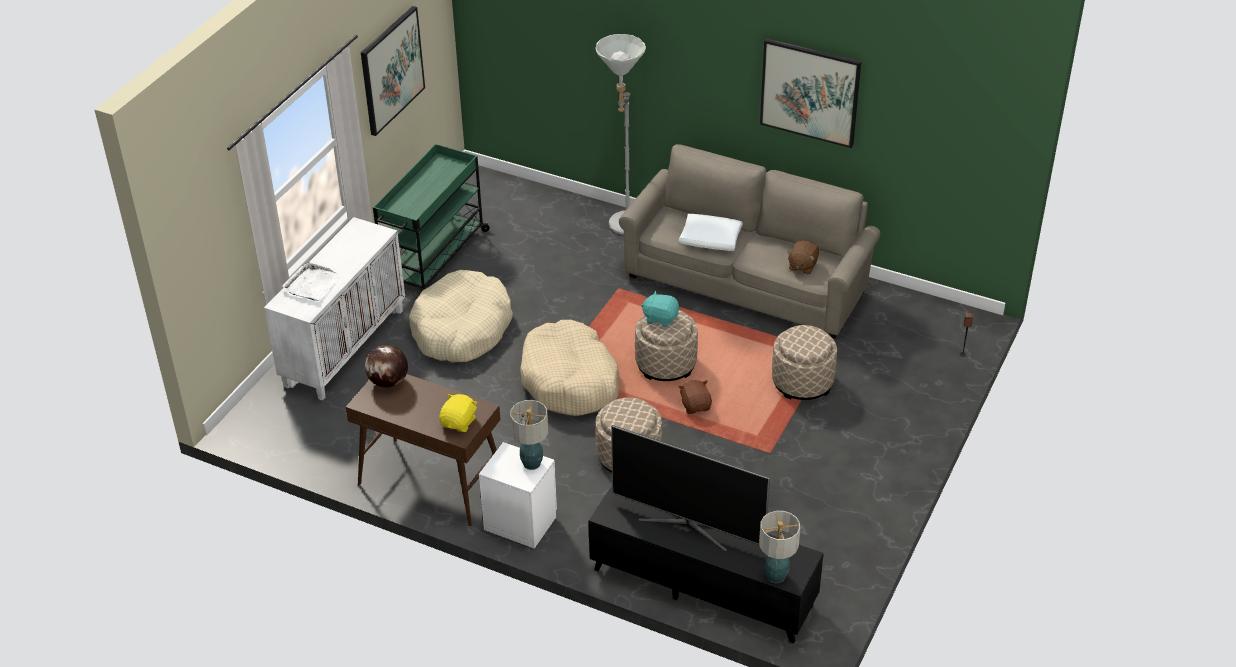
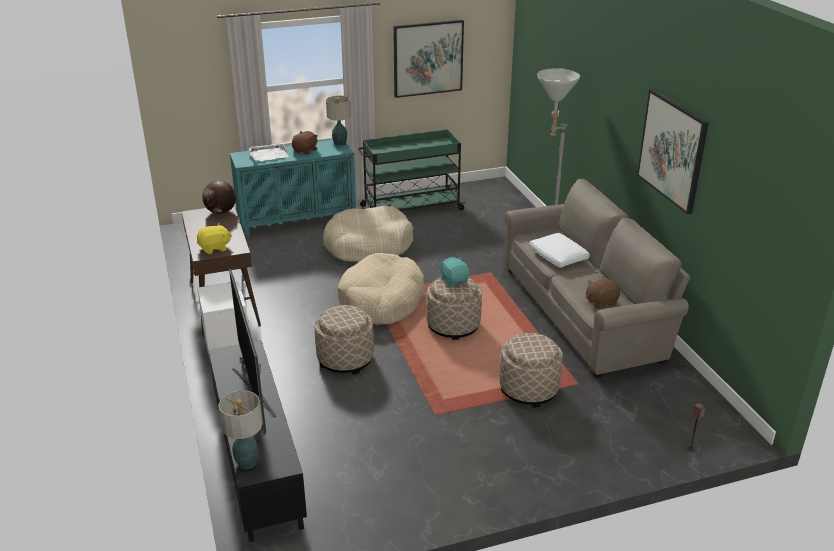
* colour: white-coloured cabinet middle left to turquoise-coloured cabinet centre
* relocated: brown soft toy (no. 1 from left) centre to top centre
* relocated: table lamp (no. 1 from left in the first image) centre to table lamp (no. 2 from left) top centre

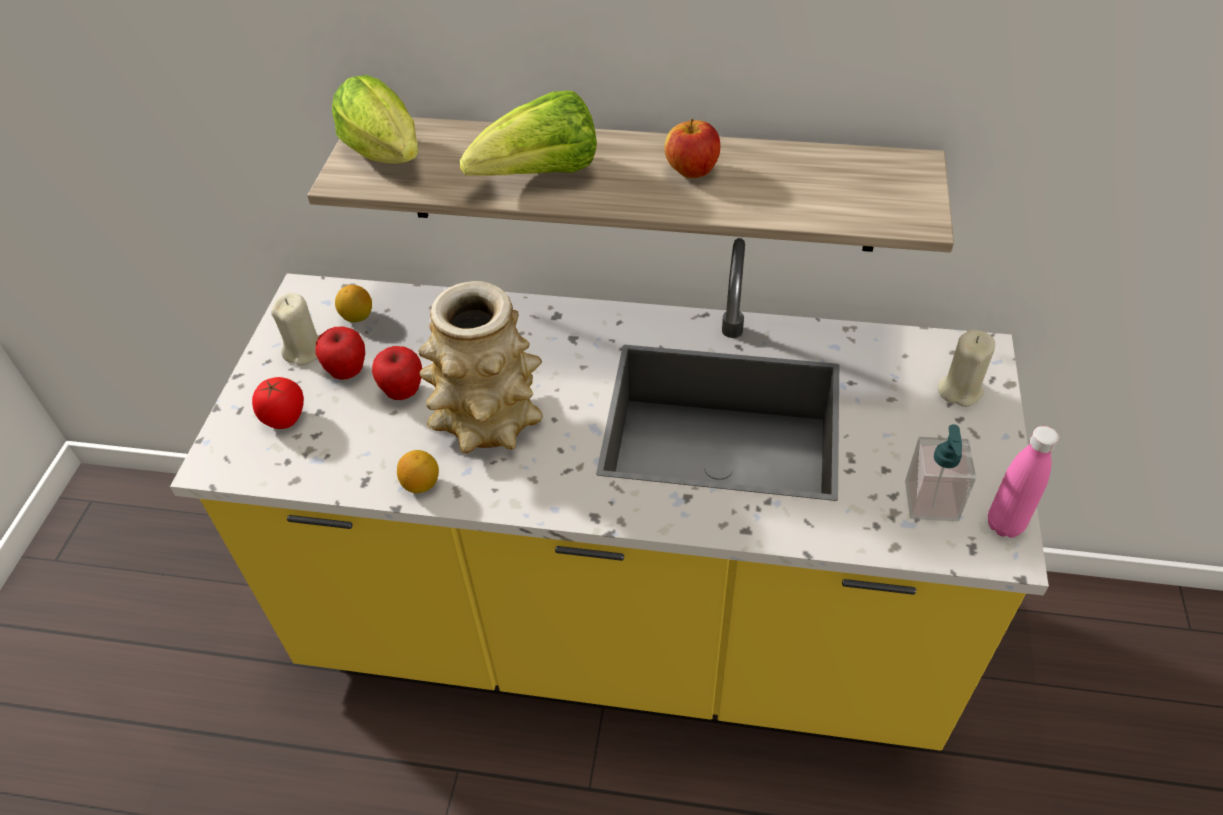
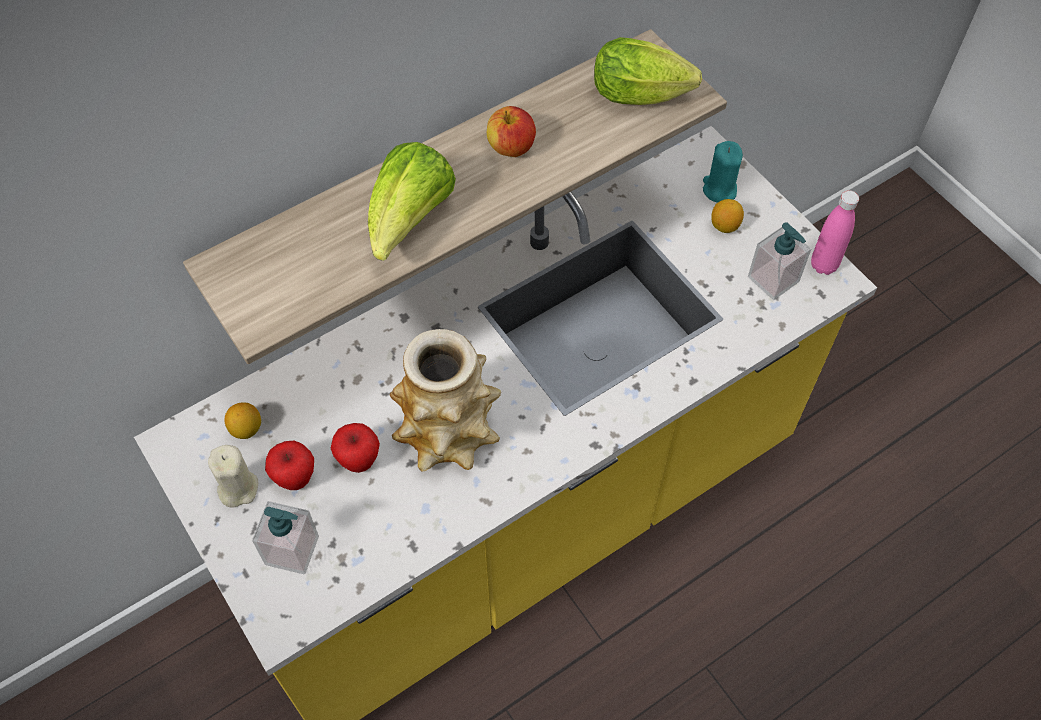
* relocated: lettuce (no. 1 from left in the first image) top left to lettuce (no. 2 from left) top centre
* colour: beige wax light (no. 2 from left) middle right to turquoise-coloured wax light top right
* exchanged: fresh tomato middle left to liquid soap bottle (no. 1 from left) bottom left
* relocated: whole lemon (no. 2 from left) centre to top right

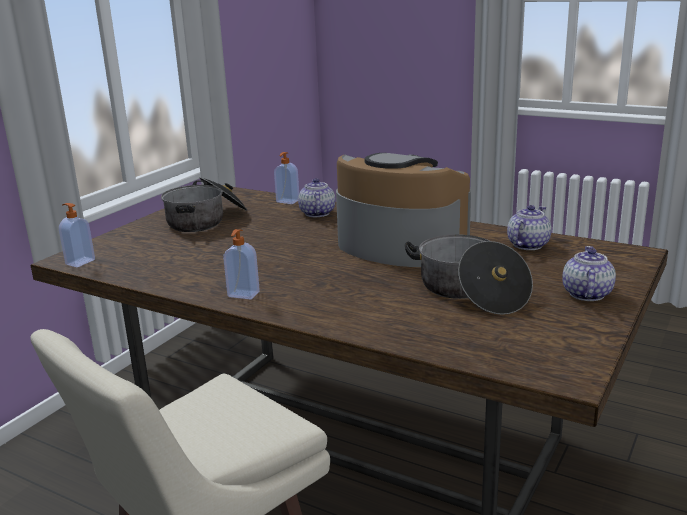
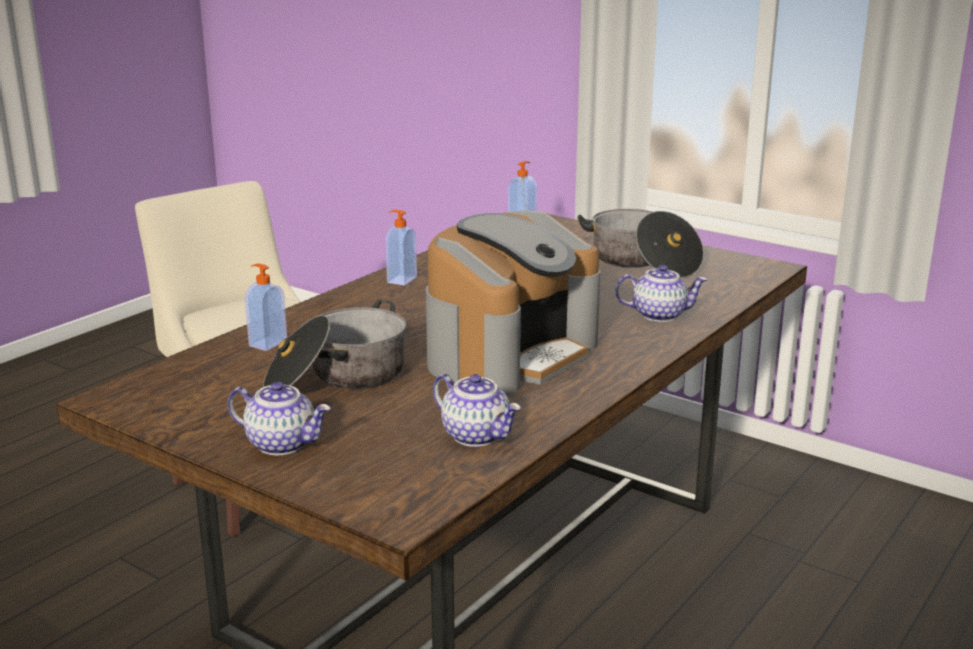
* relocated: liquid soap bottle (no. 3 from left in the first image) centre to liquid soap bottle (no. 1 from left) middle left

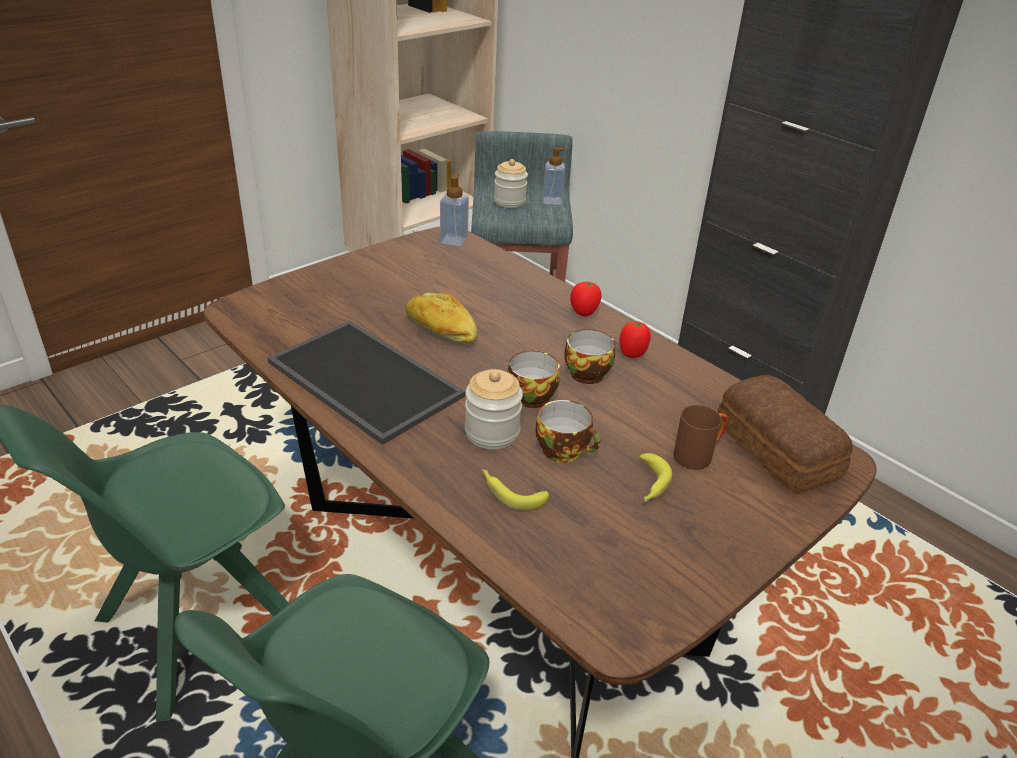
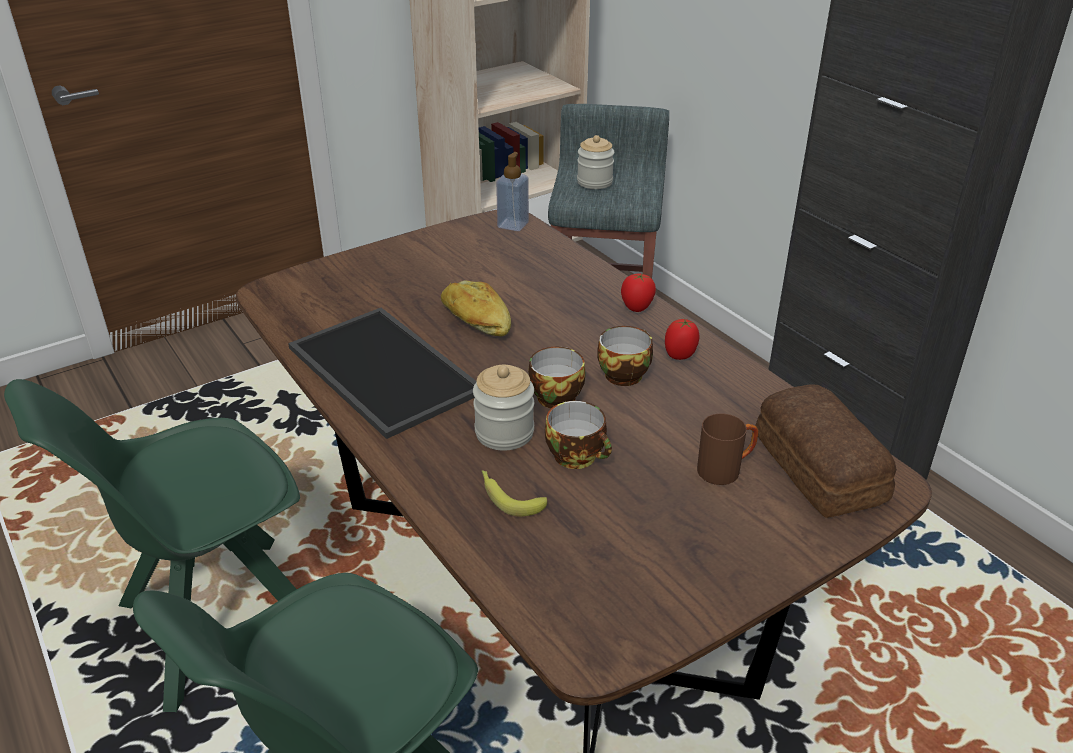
* missing: liquid soap bottle (no. 2 from left) top centre
* missing: whole banana (no. 2 from left) centre

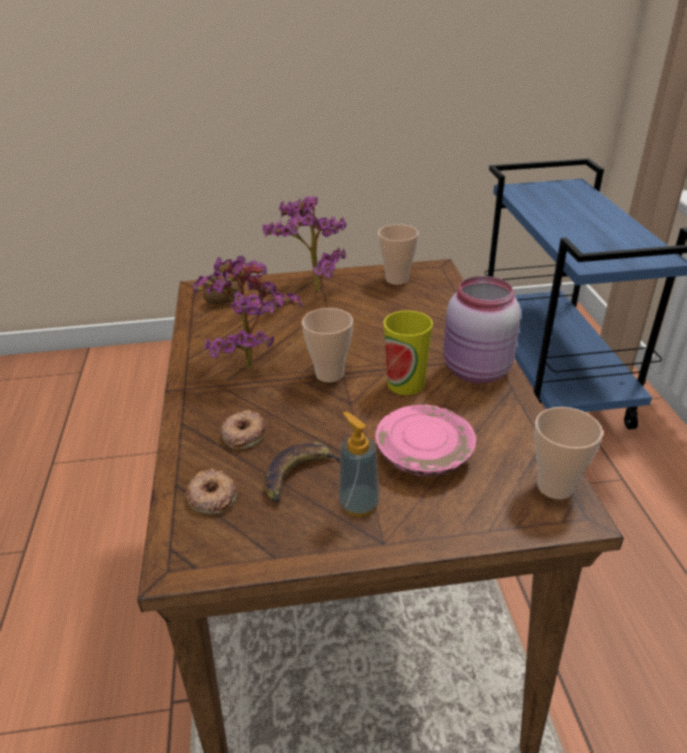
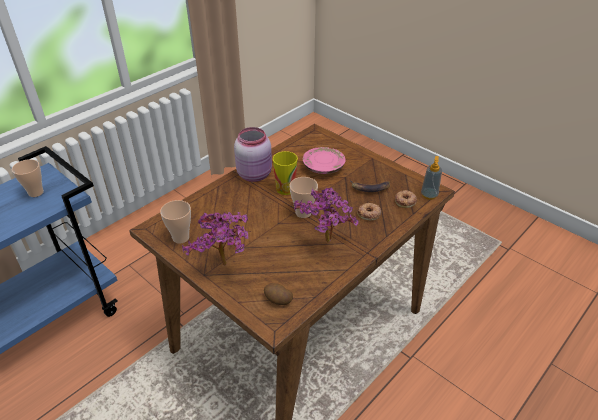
* relocated: cup (no. 4 from left in the first image) middle right to cup (no. 1 from left) middle left
* relocated: liquid soap bottle centre to middle right

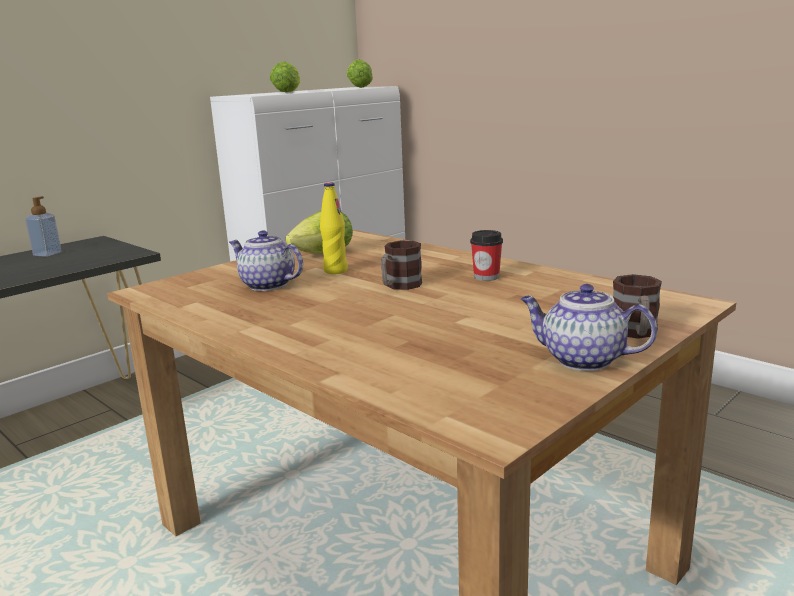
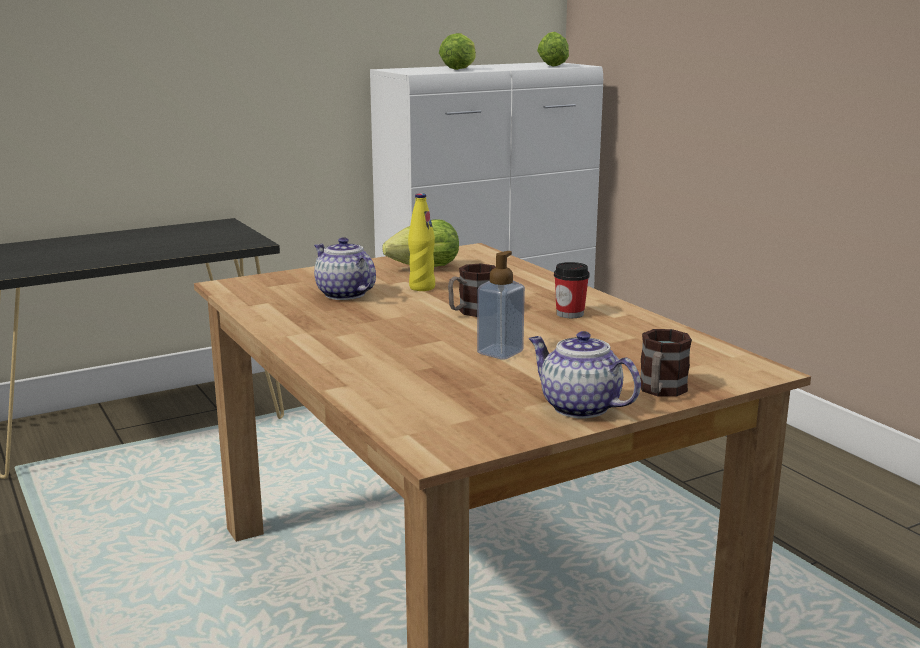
* relocated: liquid soap bottle middle left to centre

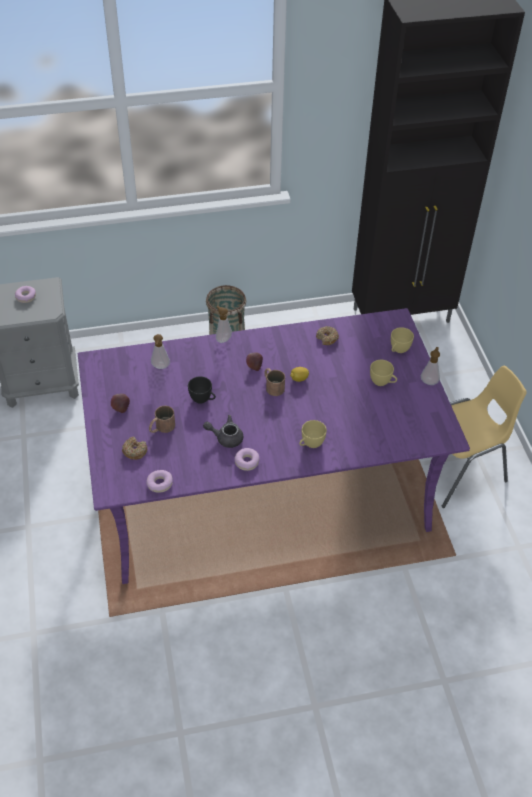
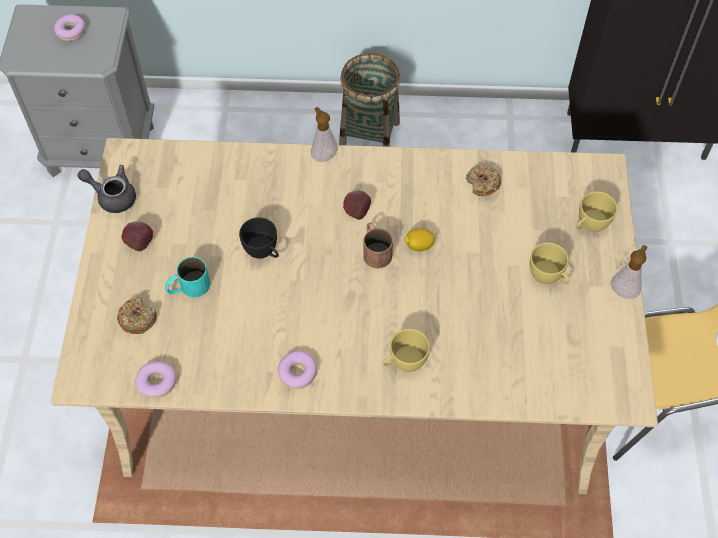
* colour: purple kitchen table centre to beige kitchen table centre
* missing: liquid soap bottle (no. 1 from left) middle left
* colour: brown mug (no. 1 from left) middle left to turquoise-coloured mug middle left
* relocated: greyish pot for tea centre to middle left

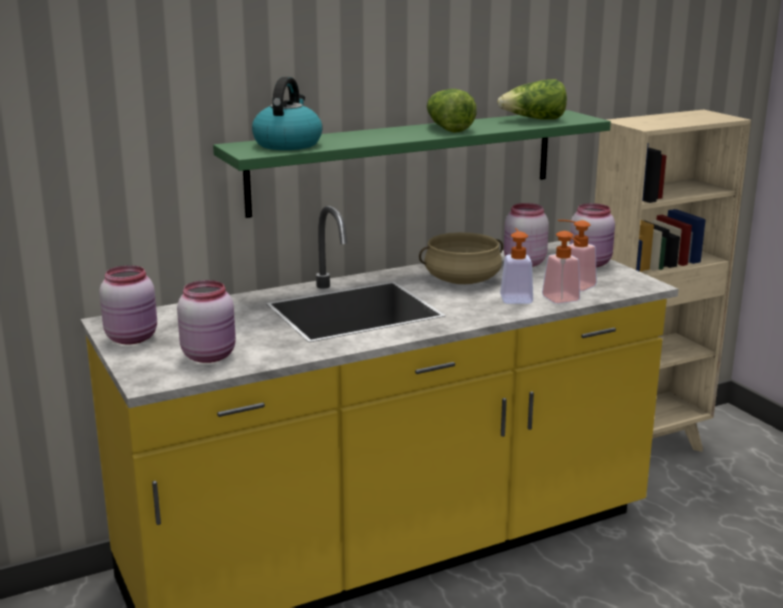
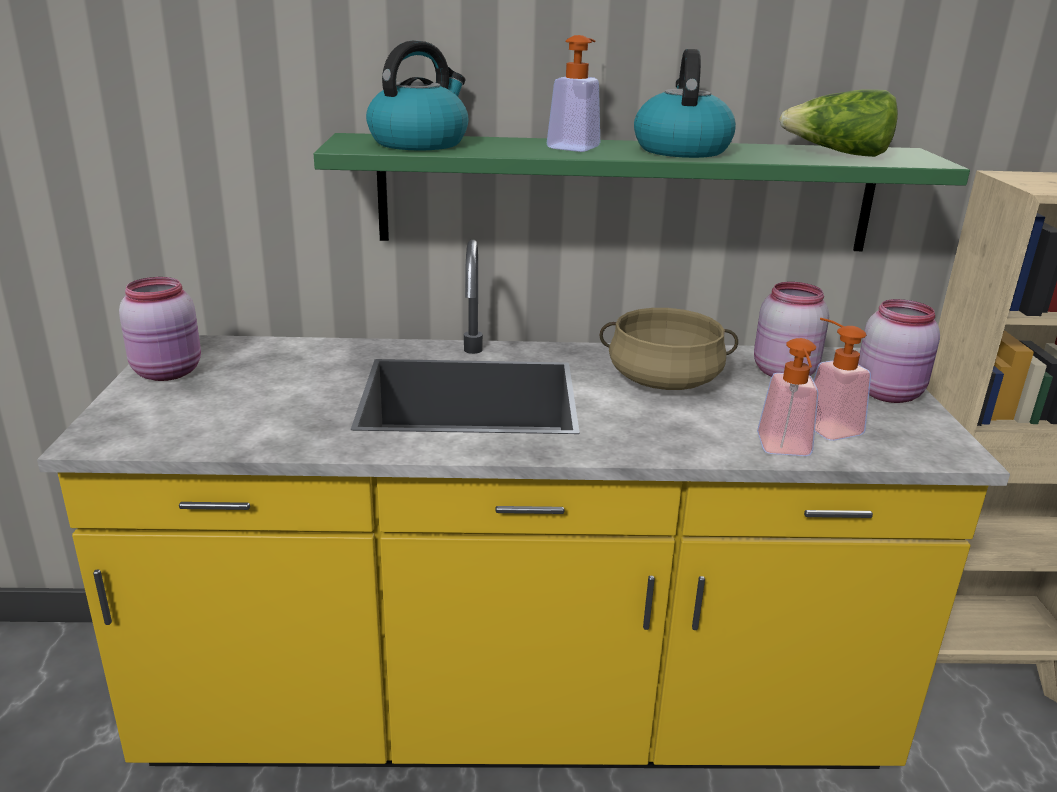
* exchanged: lettuce (no. 1 from left) top centre to water kettle (no. 2 from left) top centre
* relocated: liquid soap bottle (no. 1 from left) centre to top centre
* missing: pink jar (no. 2 from left) middle left

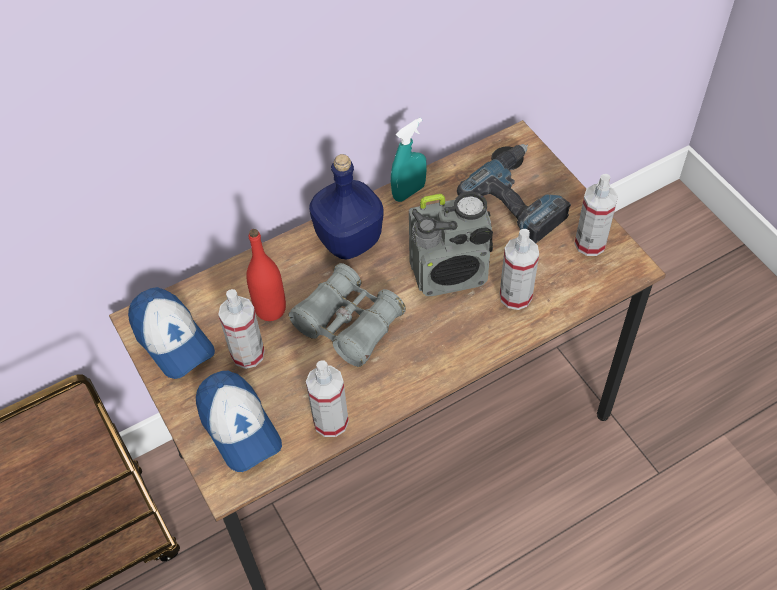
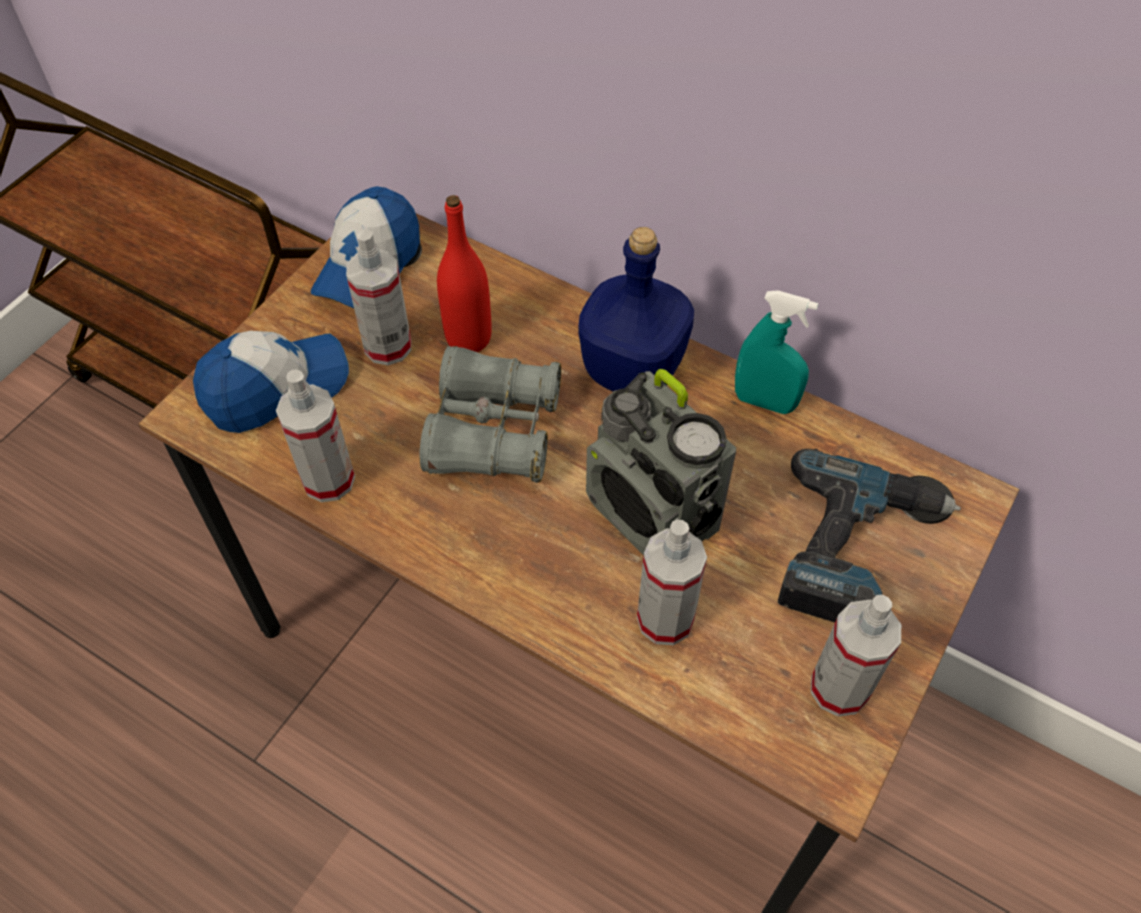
* spun: cap (no. 2 from left in the first image) bottom left = middle left 150 degrees counterclockwise

